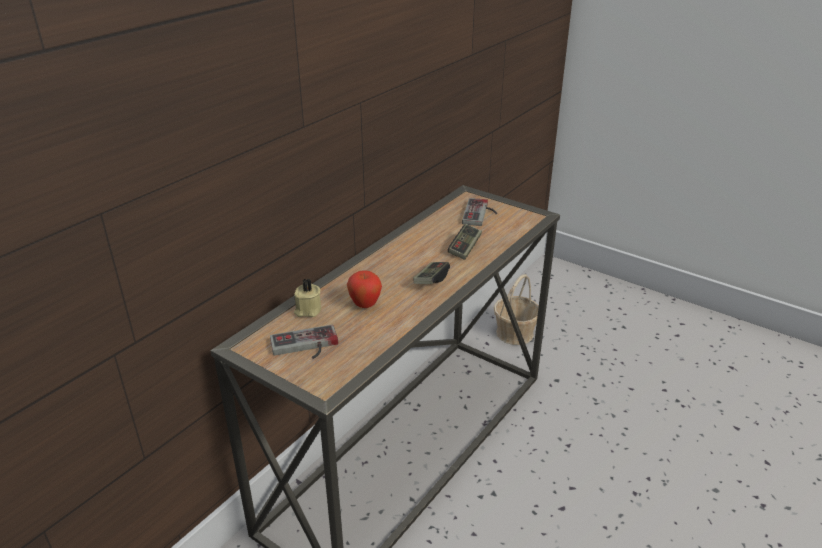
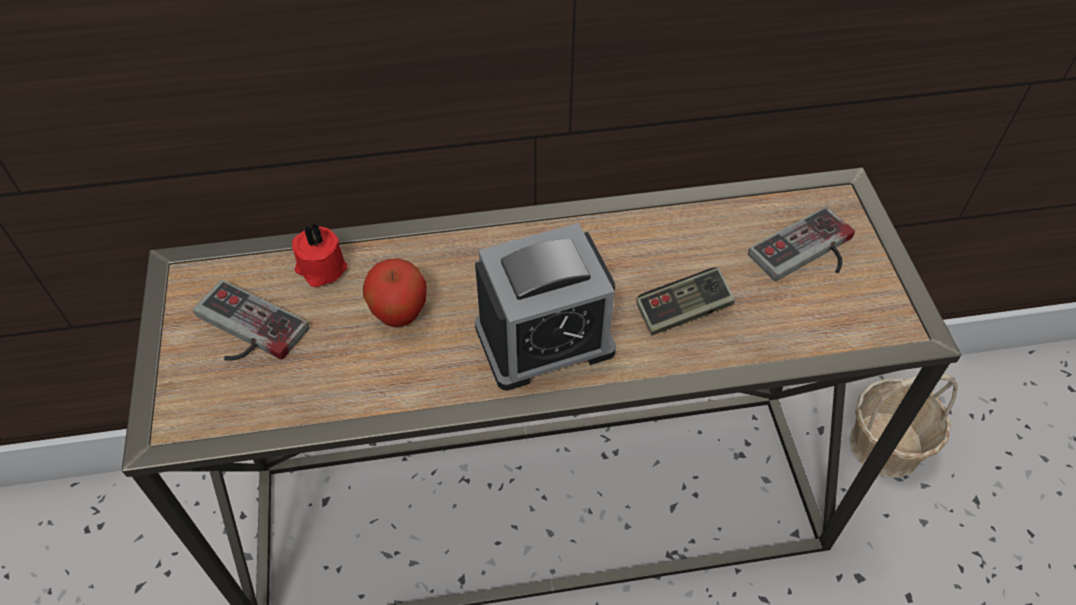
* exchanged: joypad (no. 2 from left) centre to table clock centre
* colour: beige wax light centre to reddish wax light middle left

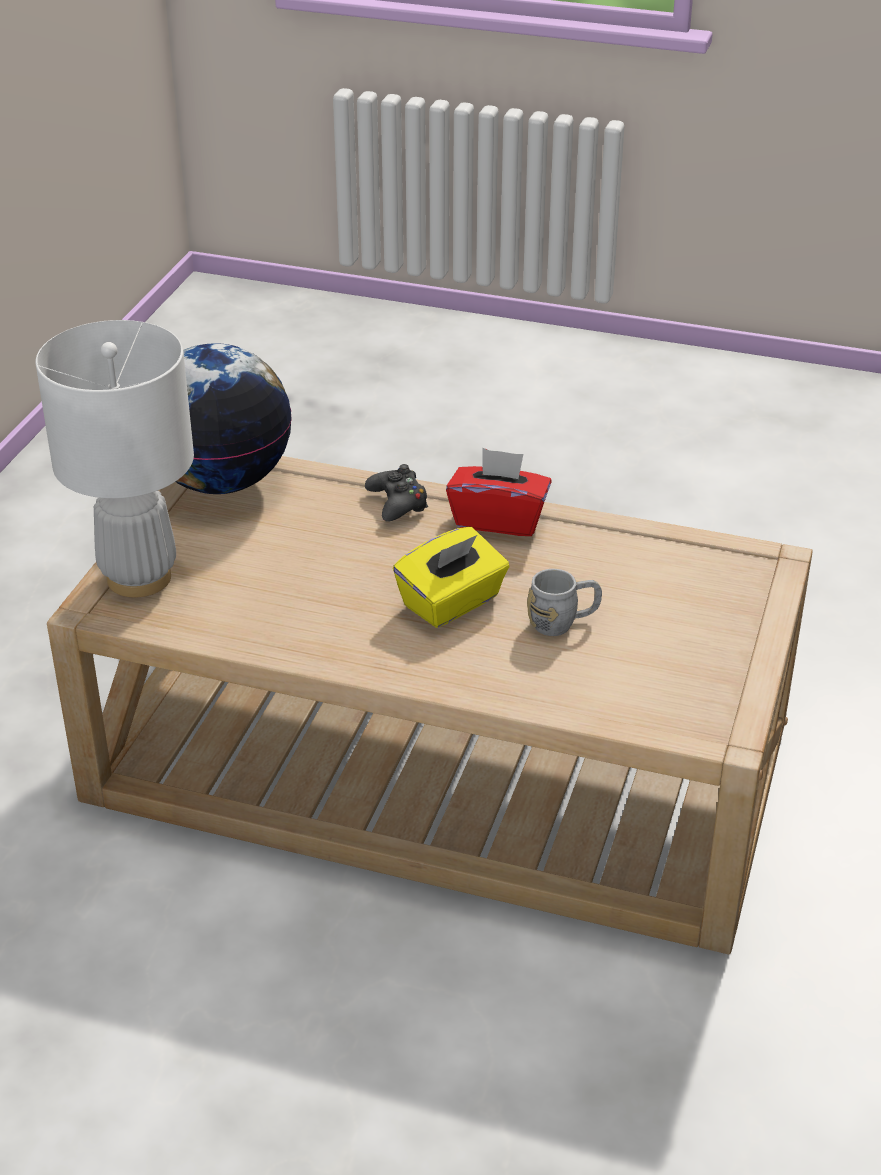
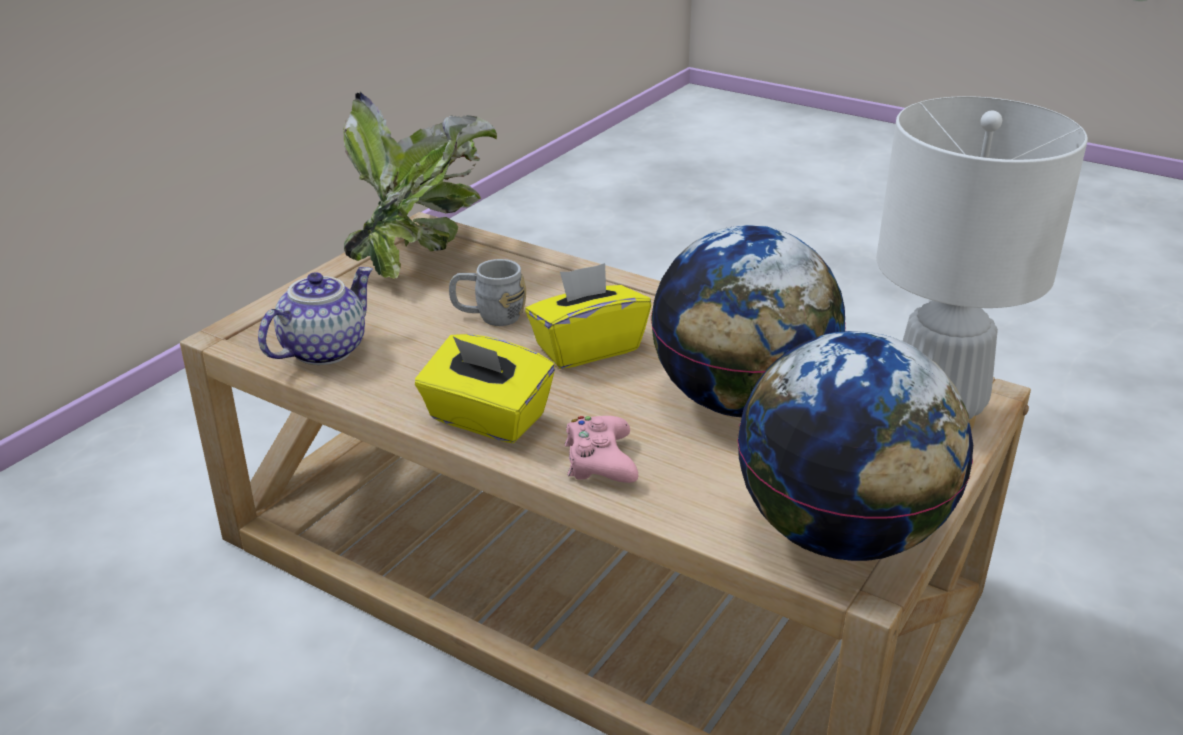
* colour: reddish box of tissues centre to yellow-coloured box of tissues (no. 1 from left) centre
* colour: black-coloured joypad centre to pink joypad centre
* appeared: houseplant top centre
* appeared: desk globe (no. 1 from left) centre
* appeared: pot for tea middle left

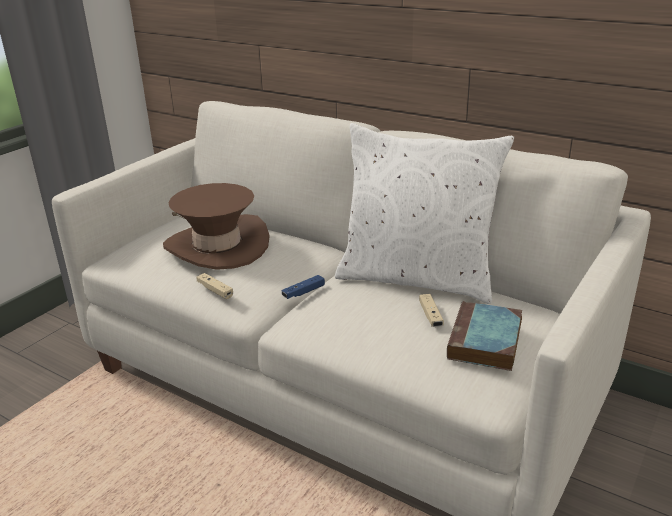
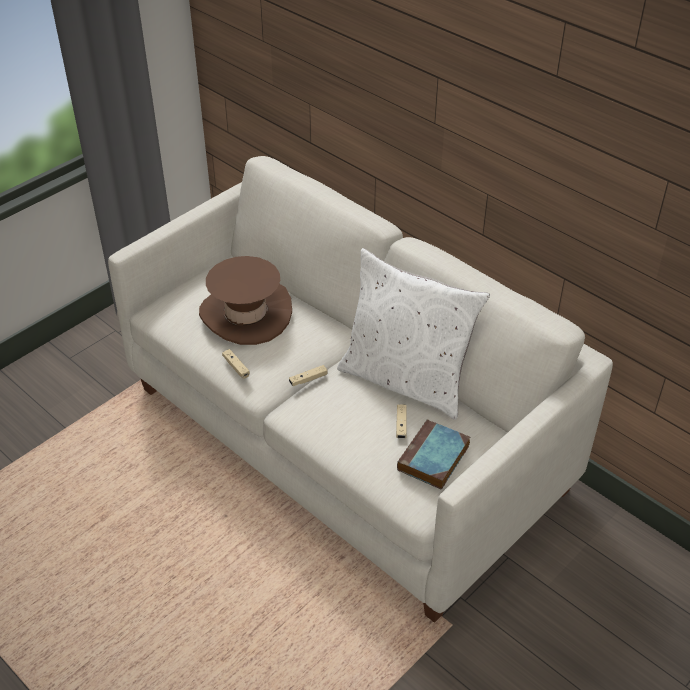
* colour: blue-coloured joypad centre to beige joypad (no. 2 from left) centre

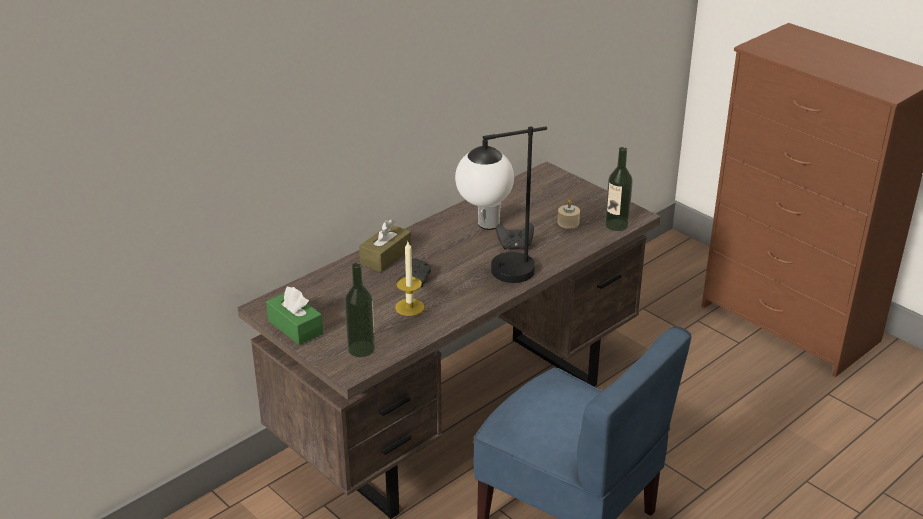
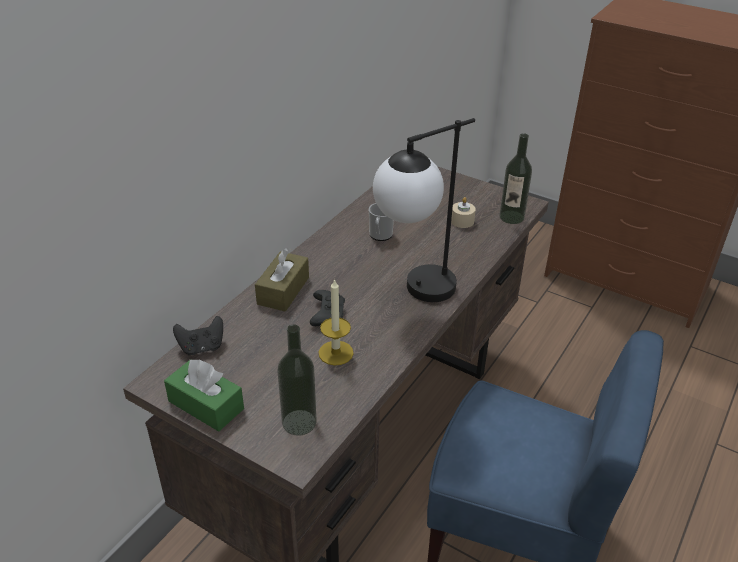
* relocated: black-coloured joypad (no. 2 from left in the first image) centre to black-coloured joypad (no. 1 from left) middle left

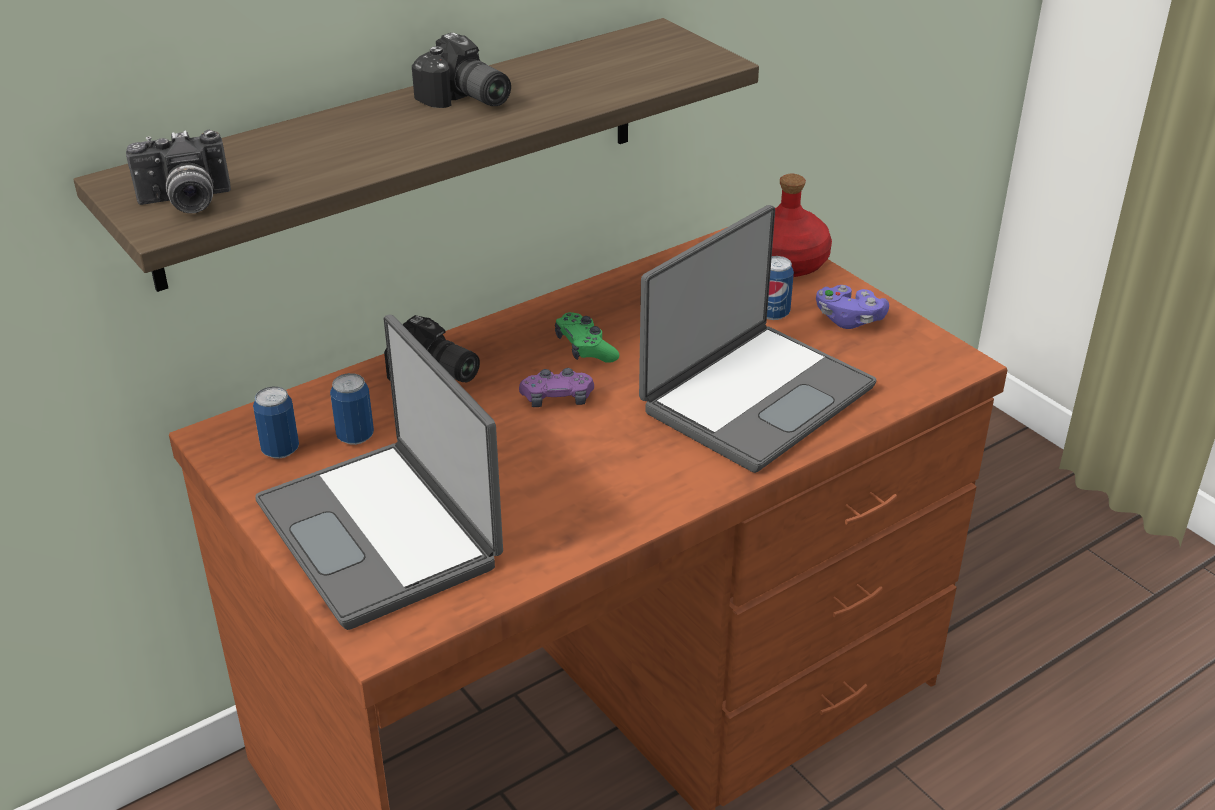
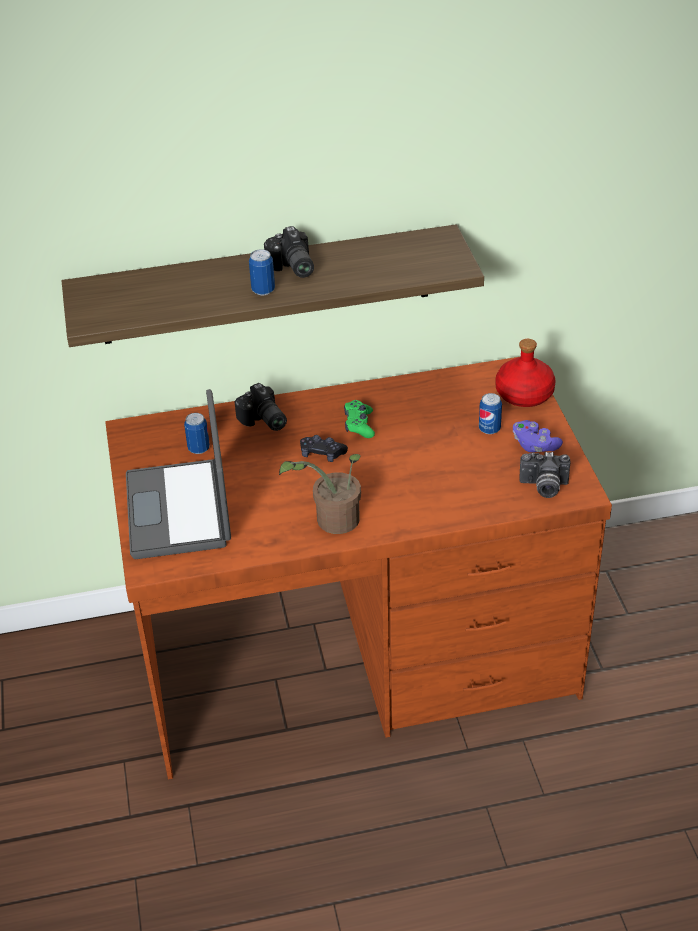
* relocated: photo camera (no. 1 from left in the first image) top left to photo camera (no. 3 from left) middle right
* missing: portable computer (no. 2 from left) centre
* colour: purple joypad (no. 1 from left) centre to black-coloured joypad centre
* relocated: sealed can (no. 1 from left in the first image) middle left to sealed can (no. 2 from left) top centre
* appeared: houseplant centre

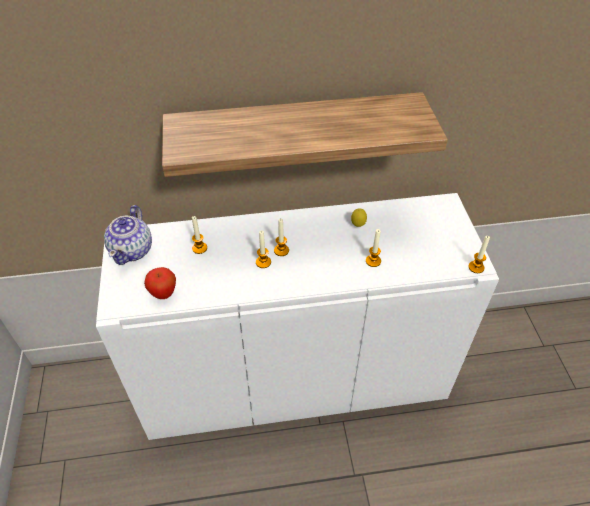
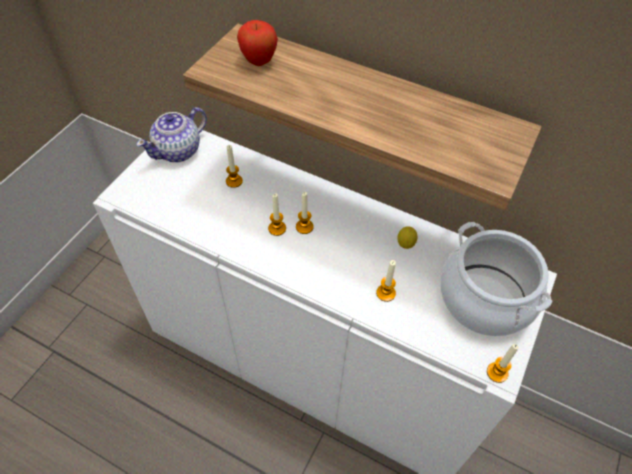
* relocated: whole apple middle left to top centre
* appeared: cooking pot middle right

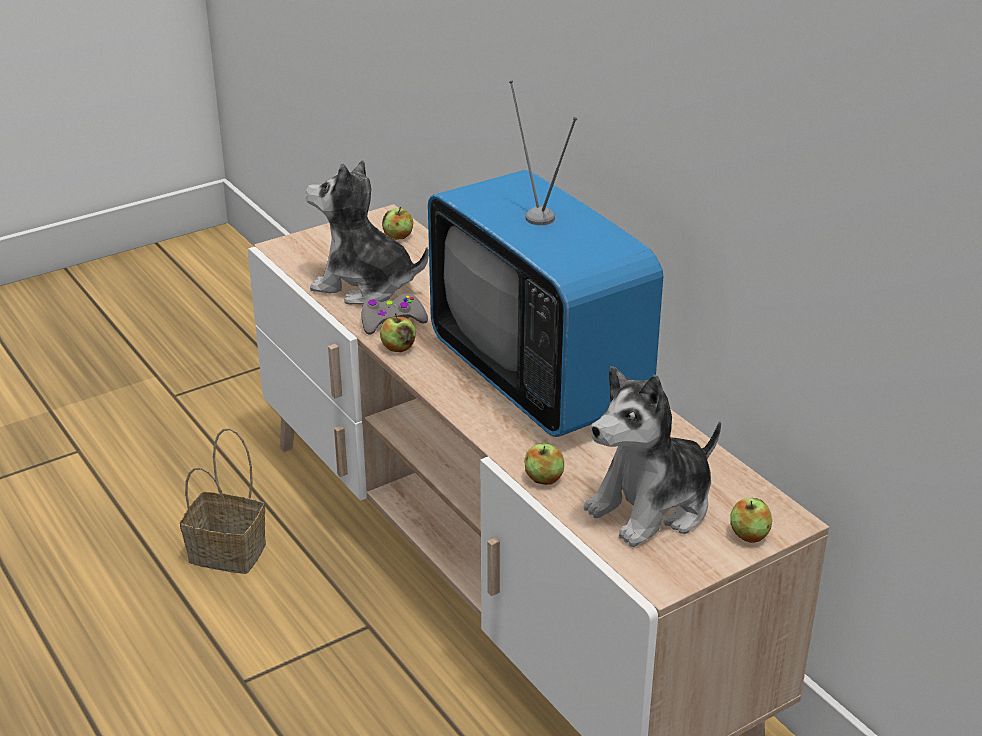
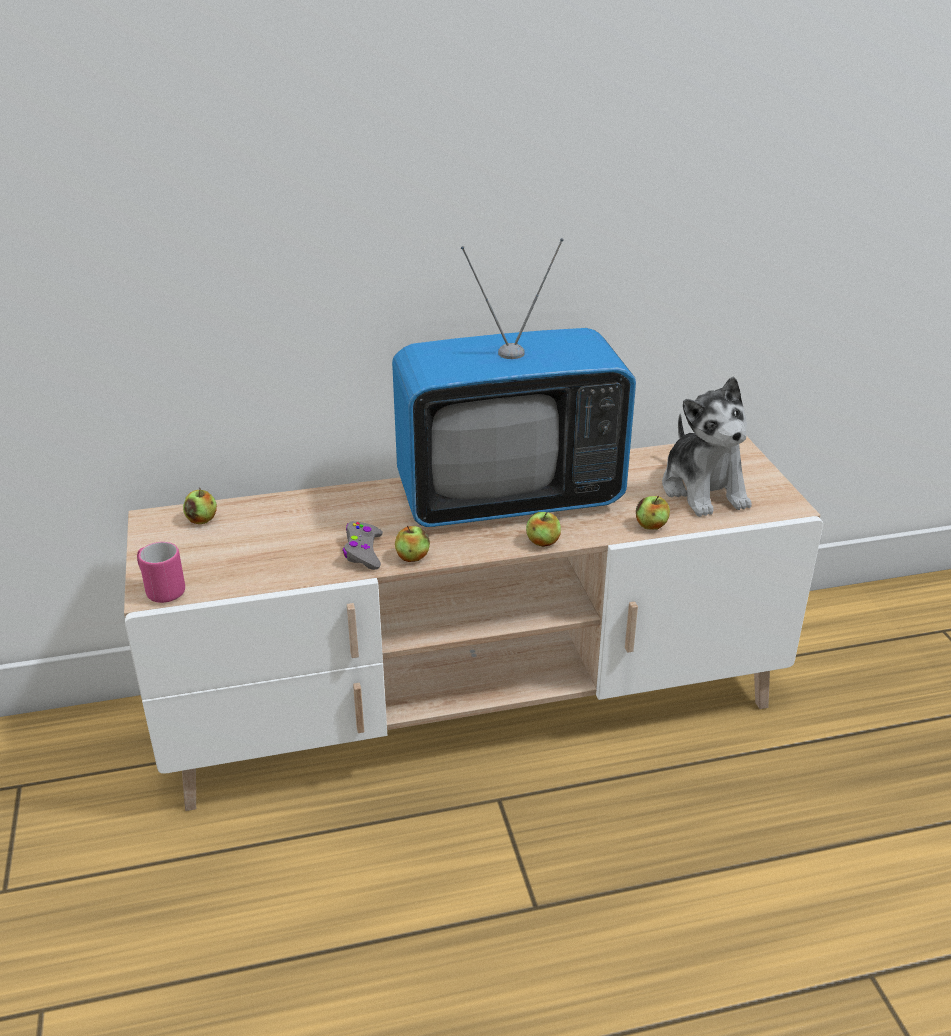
* missing: soft toy (no. 1 from left) top centre
* missing: storage basket bottom left
* relocated: whole apple (no. 4 from left in the first image) bottom right to whole apple (no. 3 from left) centre
* appeared: pink mug middle left

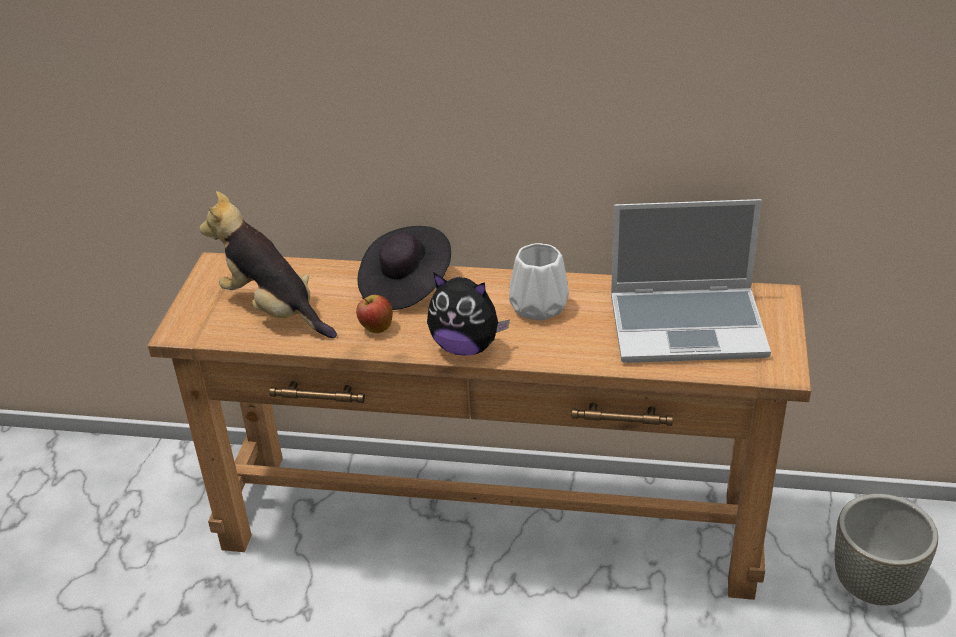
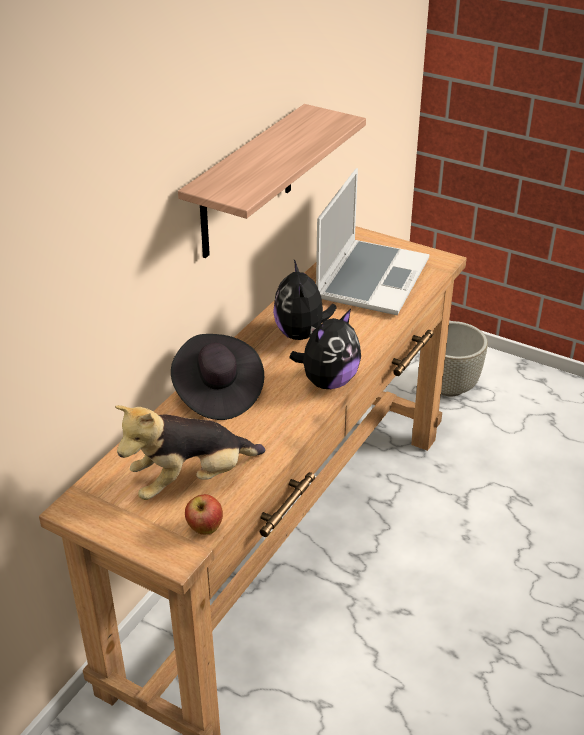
* exchanged: white-coloured decorative vase centre to soft toy (no. 2 from left) centre
* relocated: whole apple centre to bottom centre
* appeared: wall shelf top centre

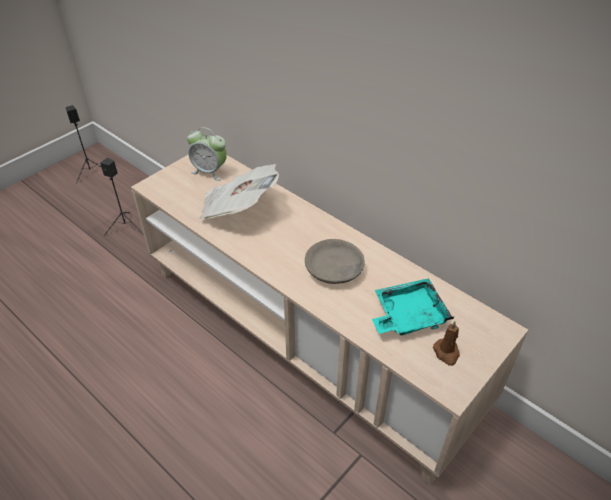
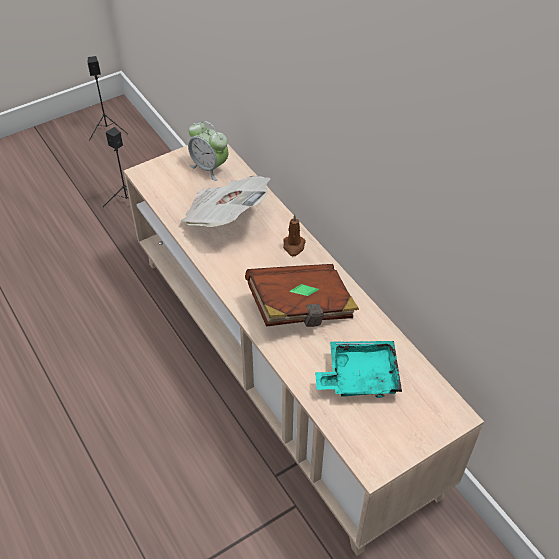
* exchanged: greyish bowl centre to brown bound book centre
* relocated: brown wax light bottom right to centre

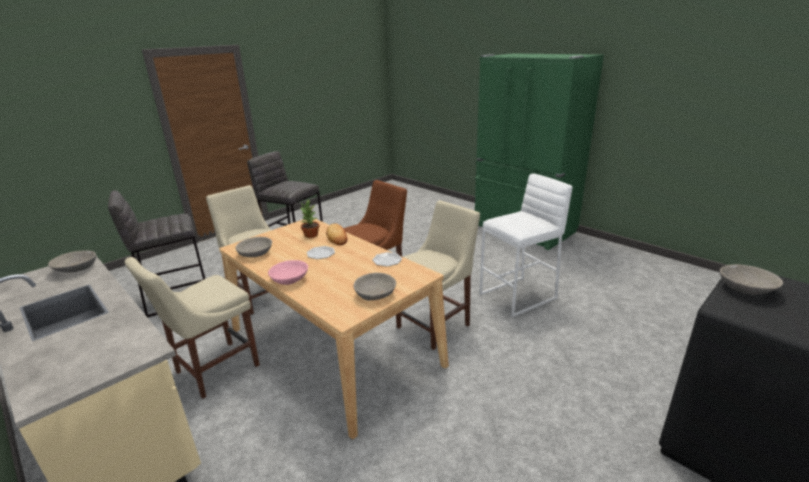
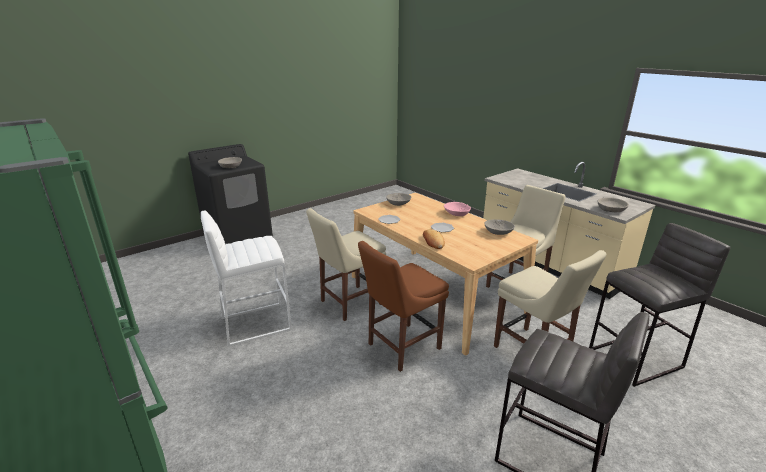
* missing: houseplant centre

